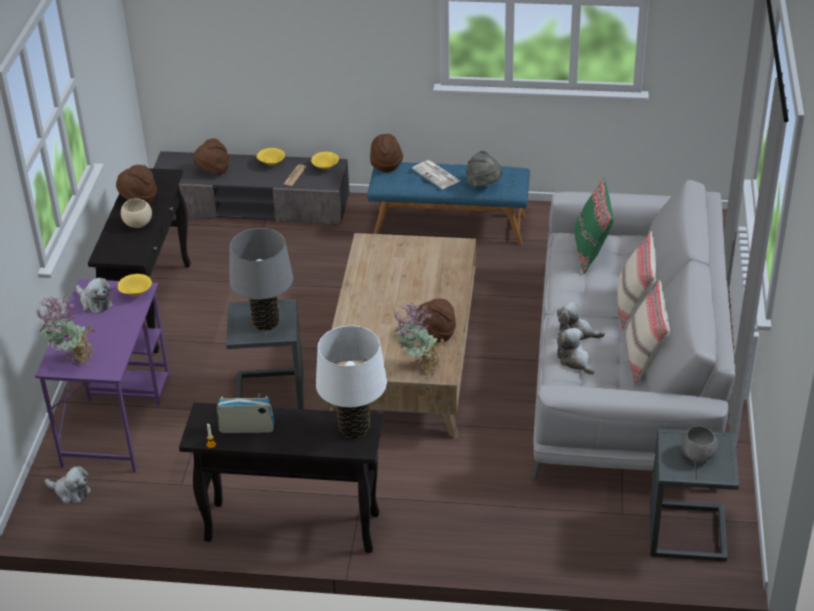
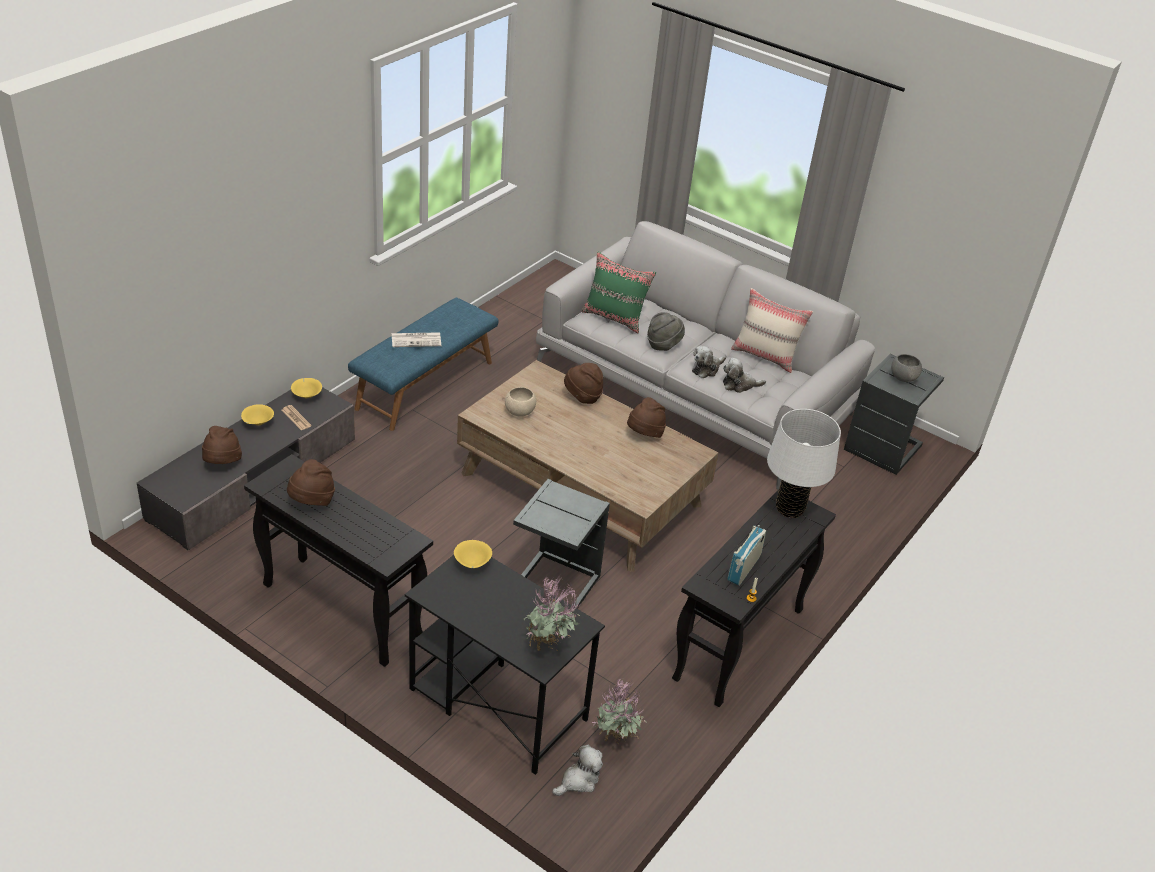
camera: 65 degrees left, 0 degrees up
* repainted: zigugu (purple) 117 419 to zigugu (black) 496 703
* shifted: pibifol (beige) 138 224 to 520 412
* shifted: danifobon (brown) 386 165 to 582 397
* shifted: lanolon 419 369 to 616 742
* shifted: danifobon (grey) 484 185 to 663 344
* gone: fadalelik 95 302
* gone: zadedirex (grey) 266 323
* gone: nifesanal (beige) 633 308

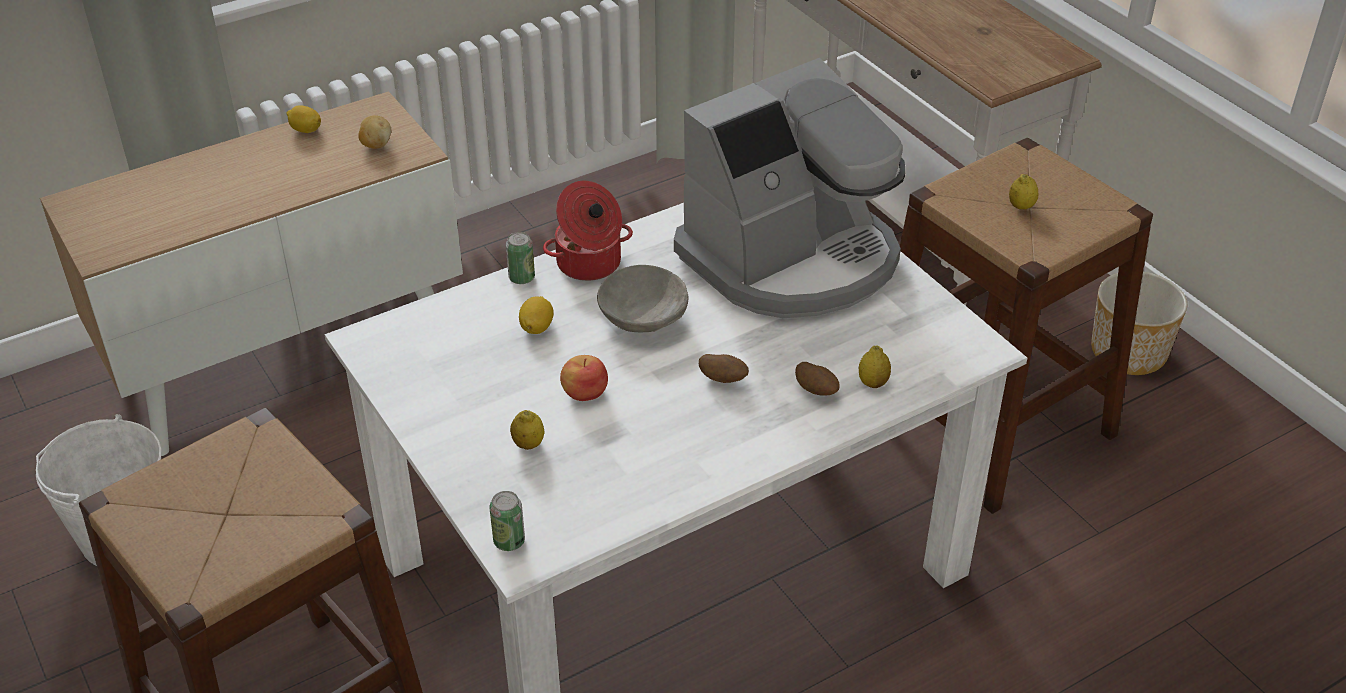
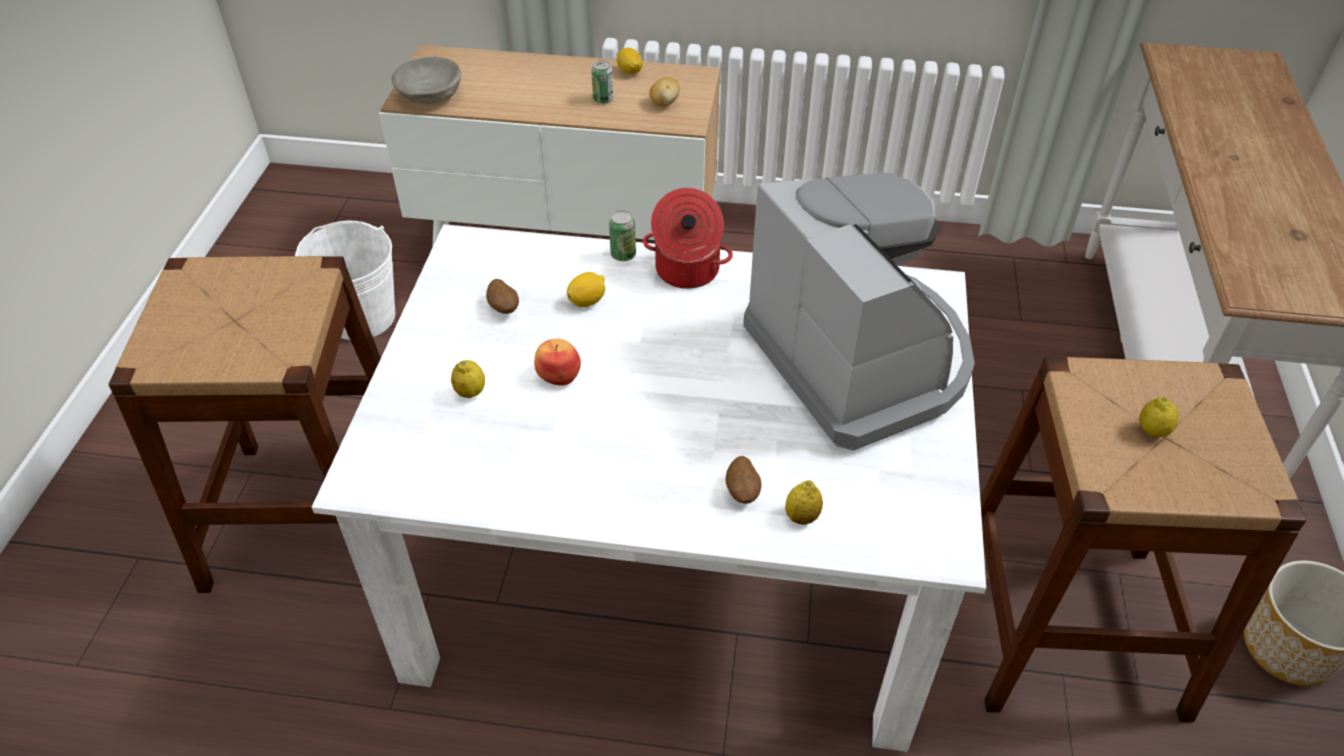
camera: 40 degrees right, 5 degrees up
* shifted: pibifol (grey) 643 319 to 431 96
* shifted: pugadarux 723 380 to 504 308
* shifted: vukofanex 509 541 to 603 99
* rotated: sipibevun 792 259 = 860 359 120 degrees counterclockwise

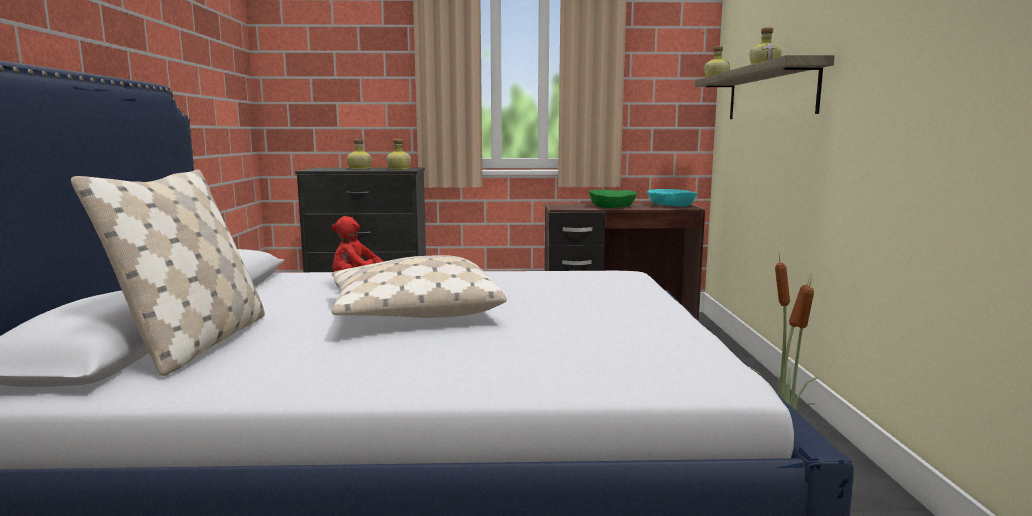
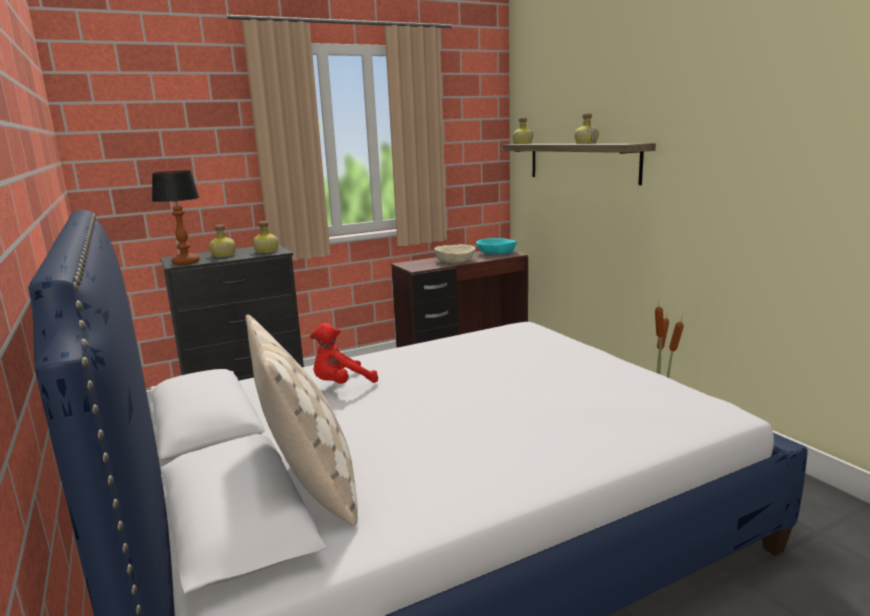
camera: 25 degrees left, 5 degrees up
* new: zadedirex 186 262
* repainted: pibifol (green) 612 206 to pibifol (beige) 455 261
* gone: nifesanal (beige) 412 311

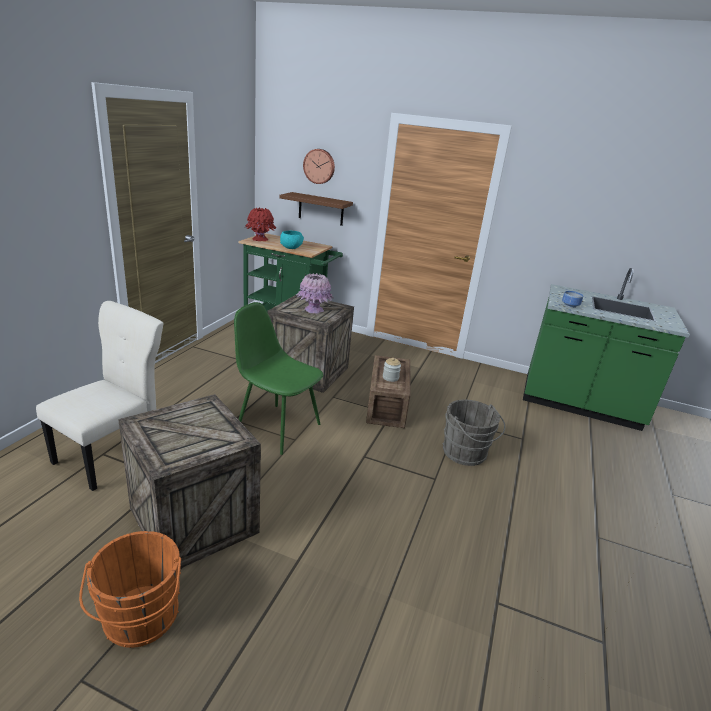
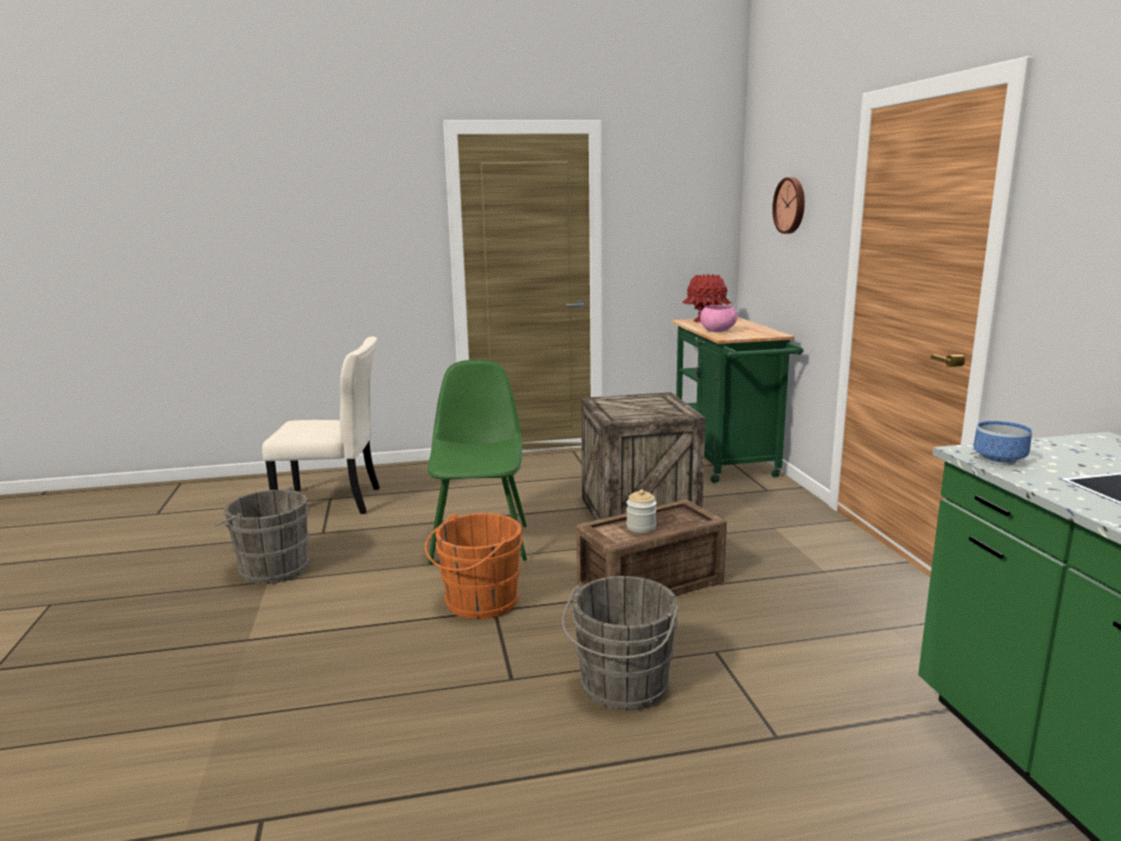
camera: 60 degrees right, 10 degrees down
* swapped: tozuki 196 520 to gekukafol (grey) 271 568
* shifted: gekukafol (orange) 140 620 to 478 603
* repainted: pibifol (turquoise) 291 248 to pibifol (pink) 718 331
* gone: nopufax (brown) 321 209
* gone: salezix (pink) 314 310

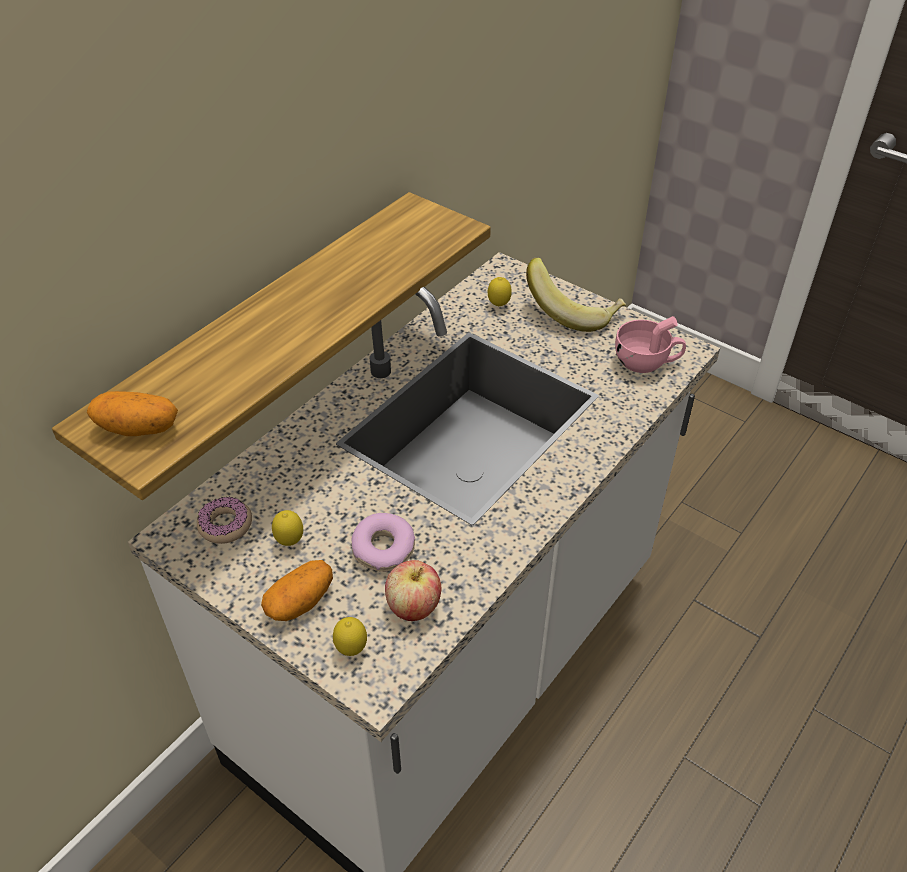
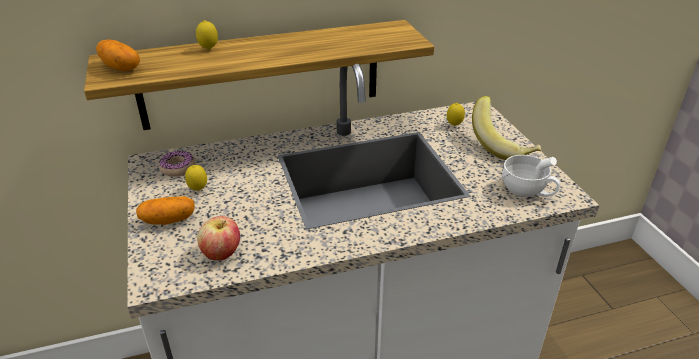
camera: 35 degrees right, 10 degrees down
* shifted: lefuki 351 650 to 209 49
* repainted: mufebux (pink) 646 363 to mufebux (white) 527 191
* gone: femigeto 383 549

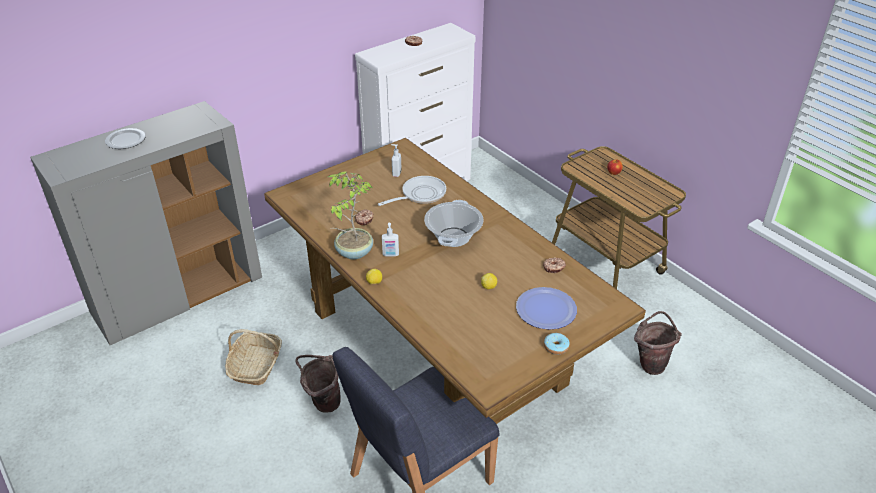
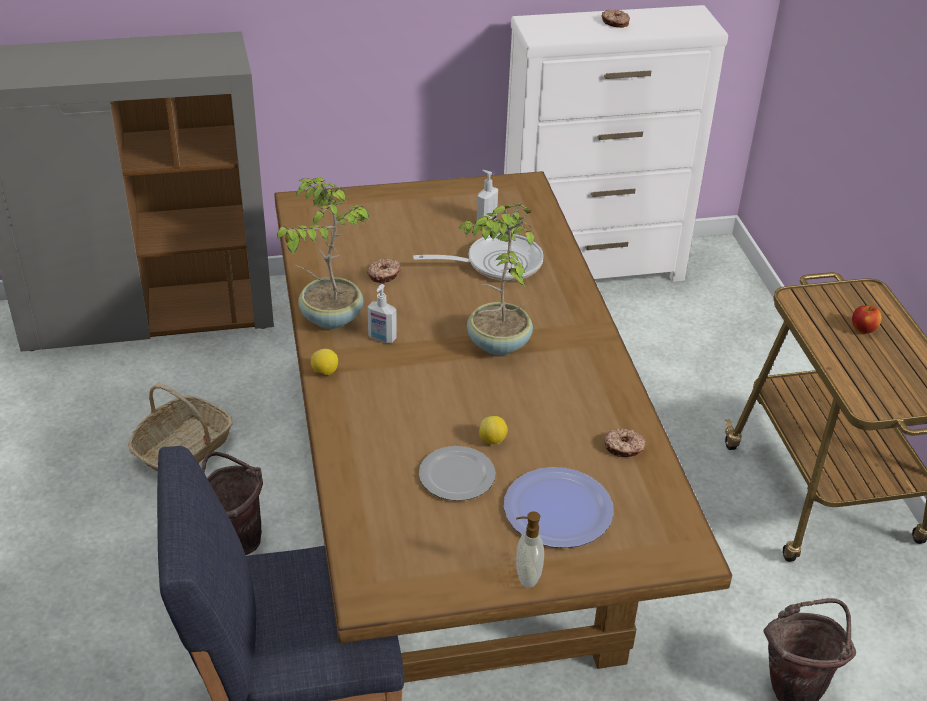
camera: 25 degrees right, 0 degrees up
* shifted: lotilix 126 140 to 458 476
* swapped: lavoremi 453 237 to lanolon 497 344
* swapped: femigeto 556 347 to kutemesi 526 576

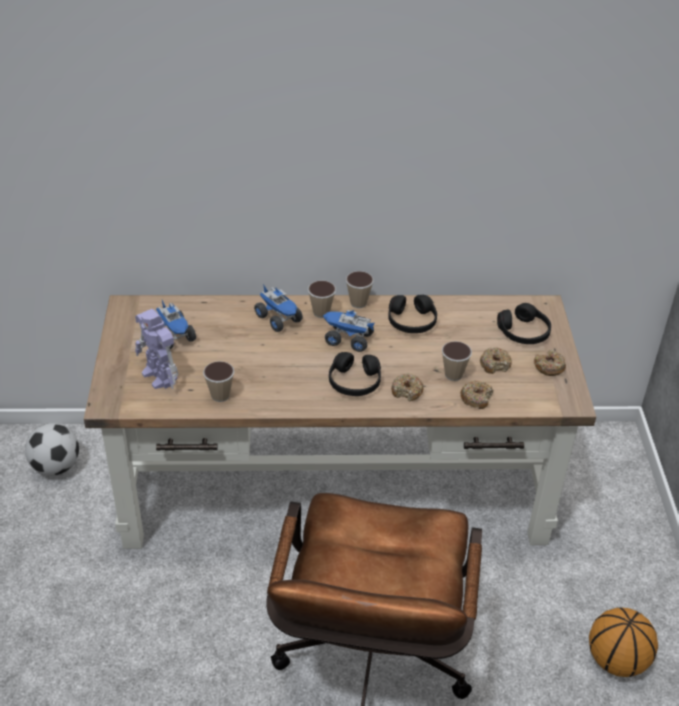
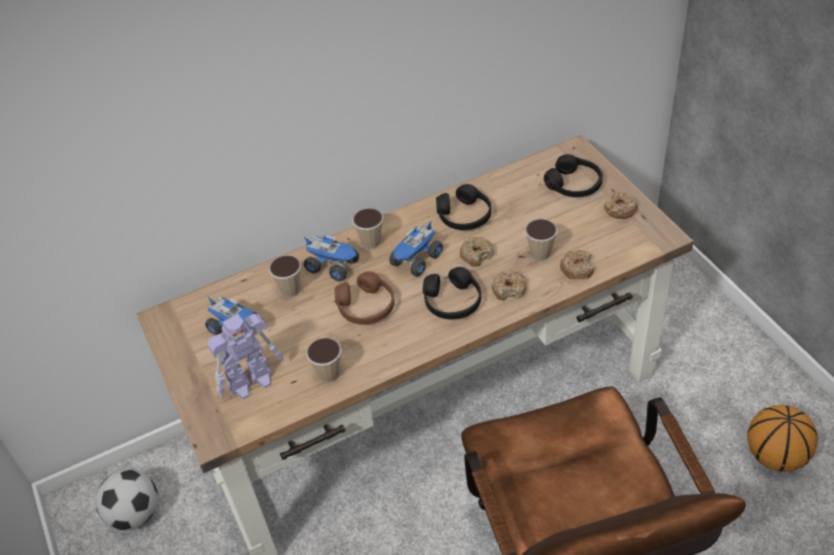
camera: 20 degrees left, 5 degrees up
* rotated: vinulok 160 377 = 252 381 60 degrees counterclockwise
* shifted: mufebux 358 303 to 290 290
* new: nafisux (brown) 366 306
* rotated: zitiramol 348 340 = 416 260 45 degrees counterclockwise
* shifted: femigeto 495 364 to 476 255

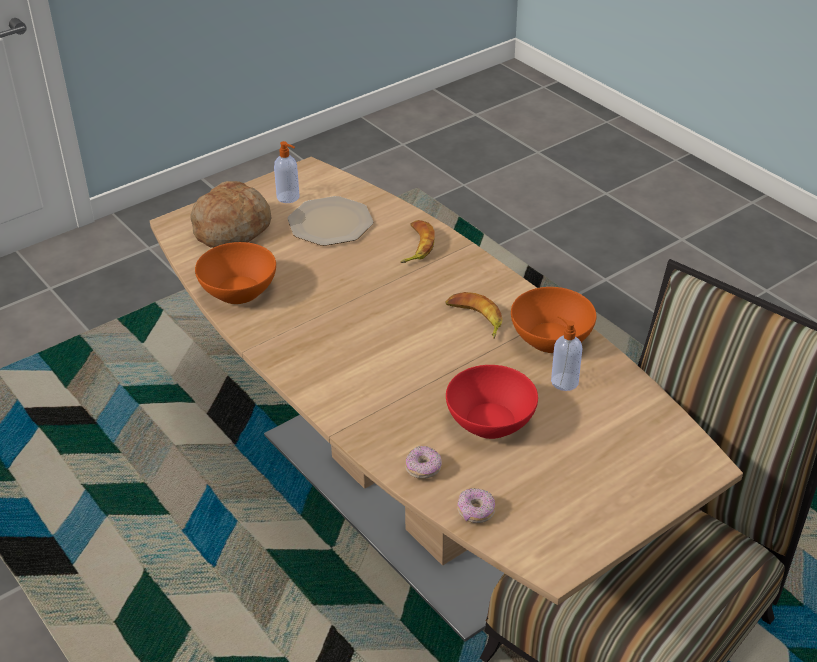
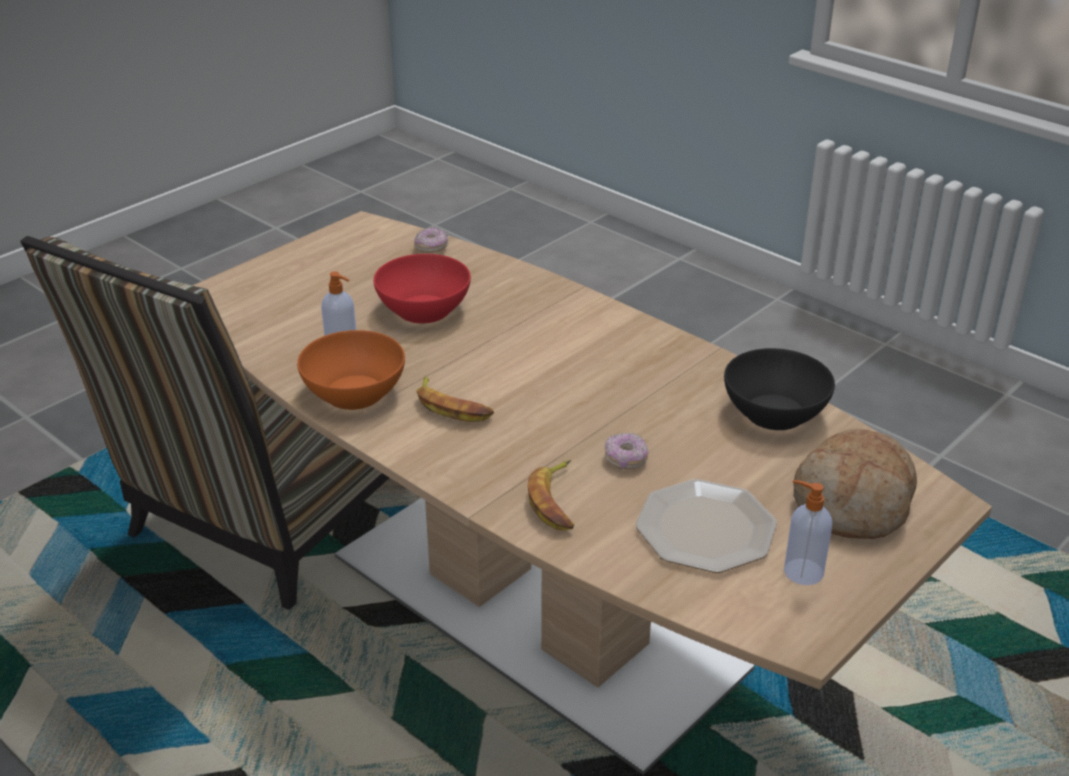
camera: 170 degrees right, 5 degrees down
* shifted: femigeto 423 469 to 626 459
* repainted: pibifol (orange) 239 290 to pibifol (black) 774 413

